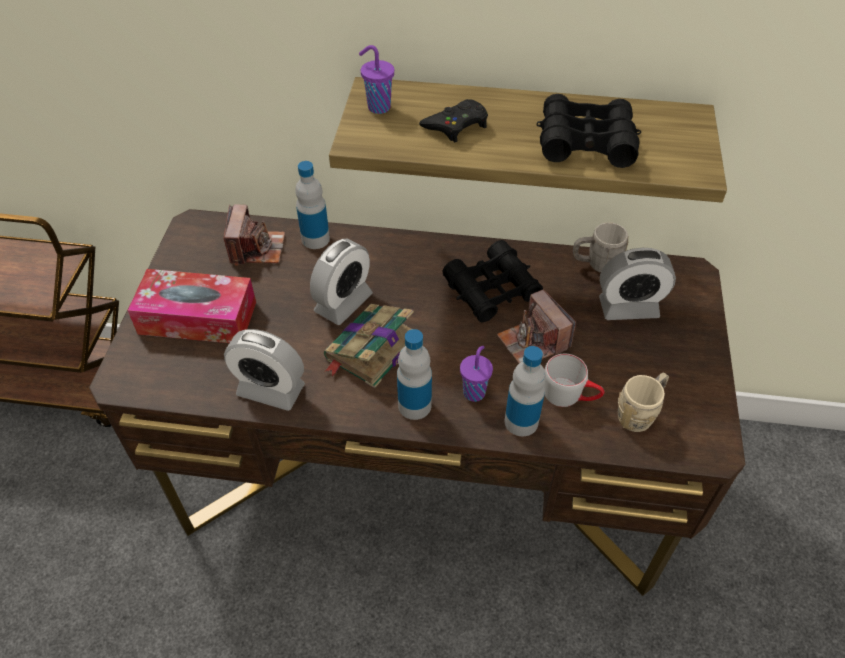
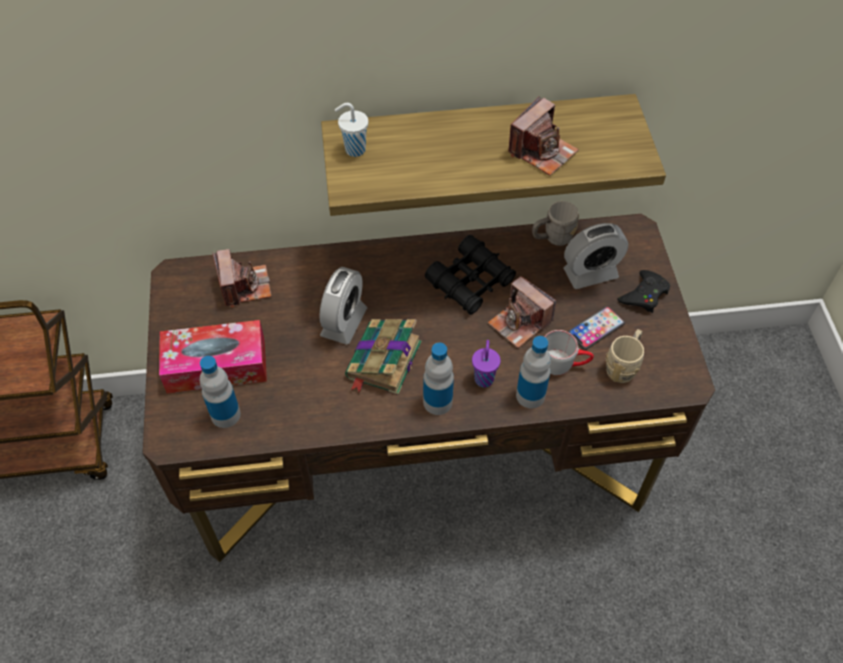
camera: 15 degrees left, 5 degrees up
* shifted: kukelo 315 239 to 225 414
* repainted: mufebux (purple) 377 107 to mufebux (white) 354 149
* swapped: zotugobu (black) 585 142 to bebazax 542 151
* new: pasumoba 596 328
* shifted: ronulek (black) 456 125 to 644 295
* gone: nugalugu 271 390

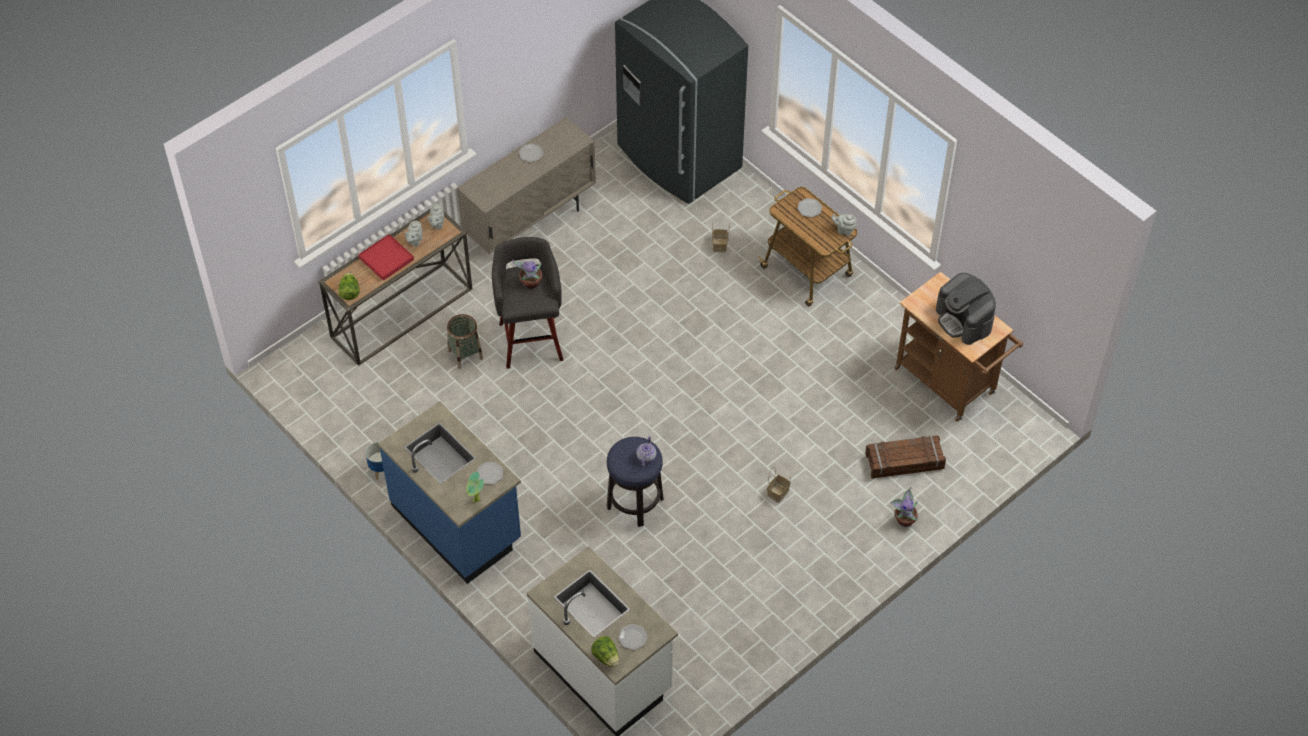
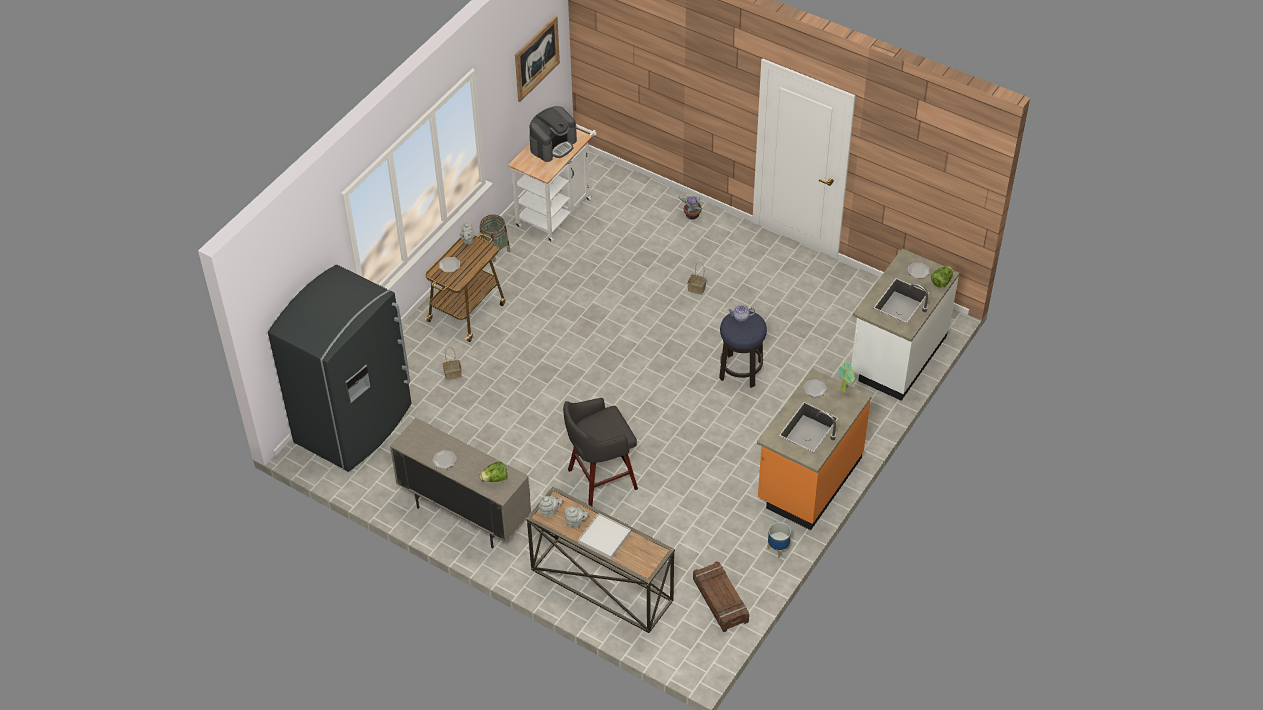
camera: 105 degrees left, 5 degrees down
* shifted: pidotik 465 354 to 495 251
* shifted: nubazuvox 349 292 to 495 478
* repainted: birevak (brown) 949 384 to birevak (white) 556 210
* new: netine 536 58
* repainted: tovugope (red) 386 259 to tovugope (white) 604 537
* shifted: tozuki 904 462 to 721 600
* repainted: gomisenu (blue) 457 523 to gomisenu (orange) 808 480
* gone: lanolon 530 283

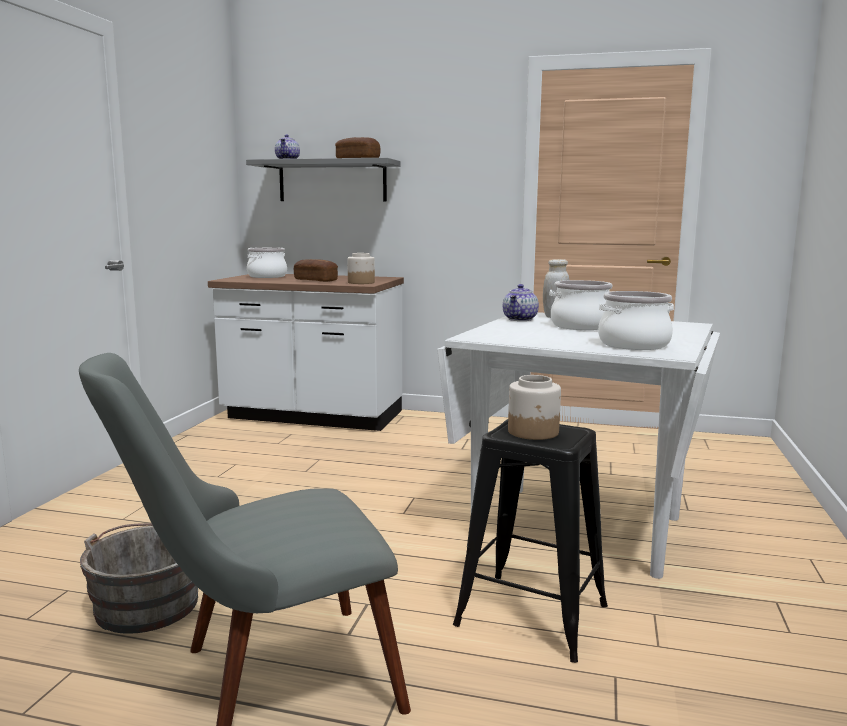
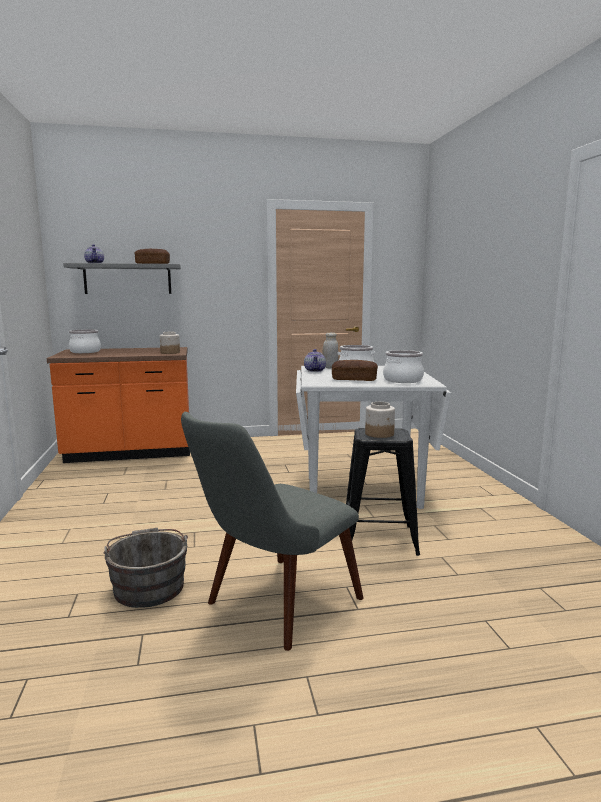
camera: 25 degrees left, 0 degrees up
* repainted: gomisenu (white) 313 416 to gomisenu (orange) 130 453
* shifted: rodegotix 315 280 to 354 379

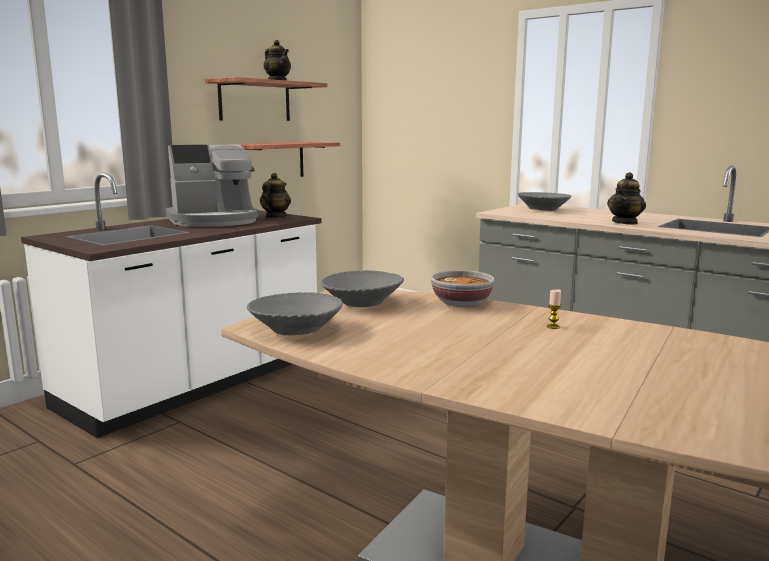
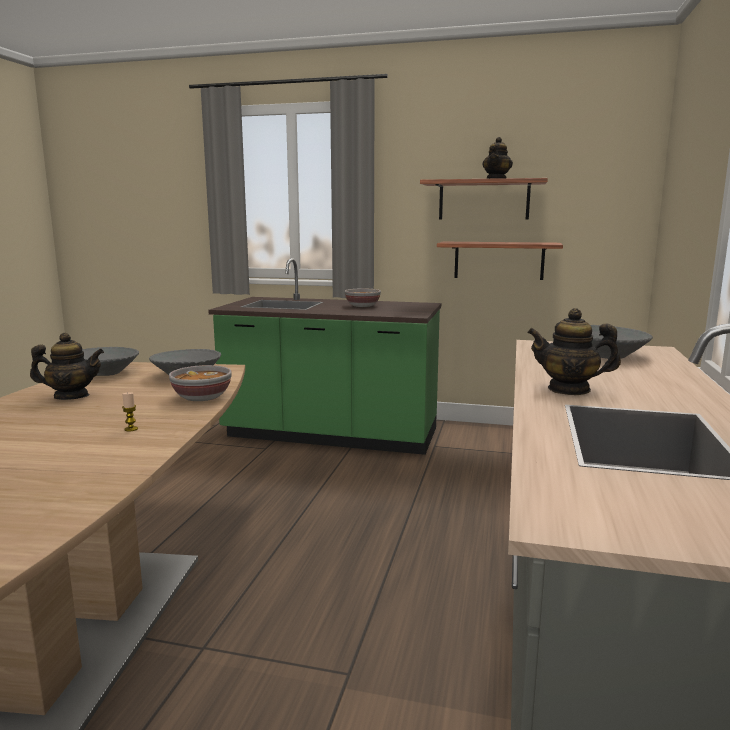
camera: 65 degrees right, 0 degrees up
* shifted: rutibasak 275 217 to 71 396
* repainted: gomisenu (white) 196 383 to gomisenu (green) 331 435
* swapped: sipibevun 214 221 to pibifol 363 306

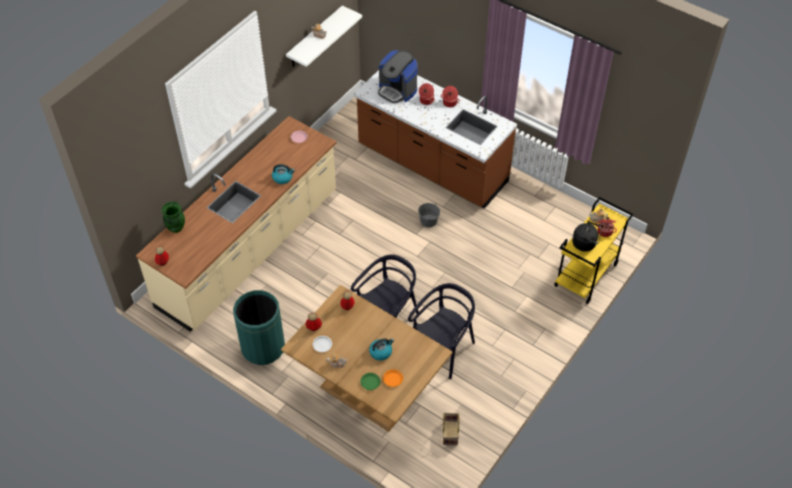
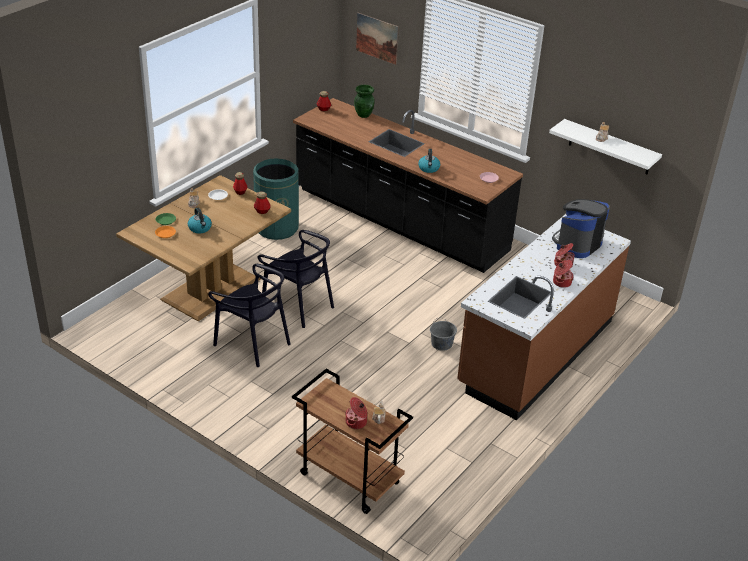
camera: 90 degrees right, 15 degrees down
* repainted: birevak (yellow) 586 276 to birevak (brown) 348 478
* repainted: gomisenu (beige) 250 249 to gomisenu (black) 399 221
* new: netine 377 38
* gone: pidotik 449 432
* gone: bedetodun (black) 585 244

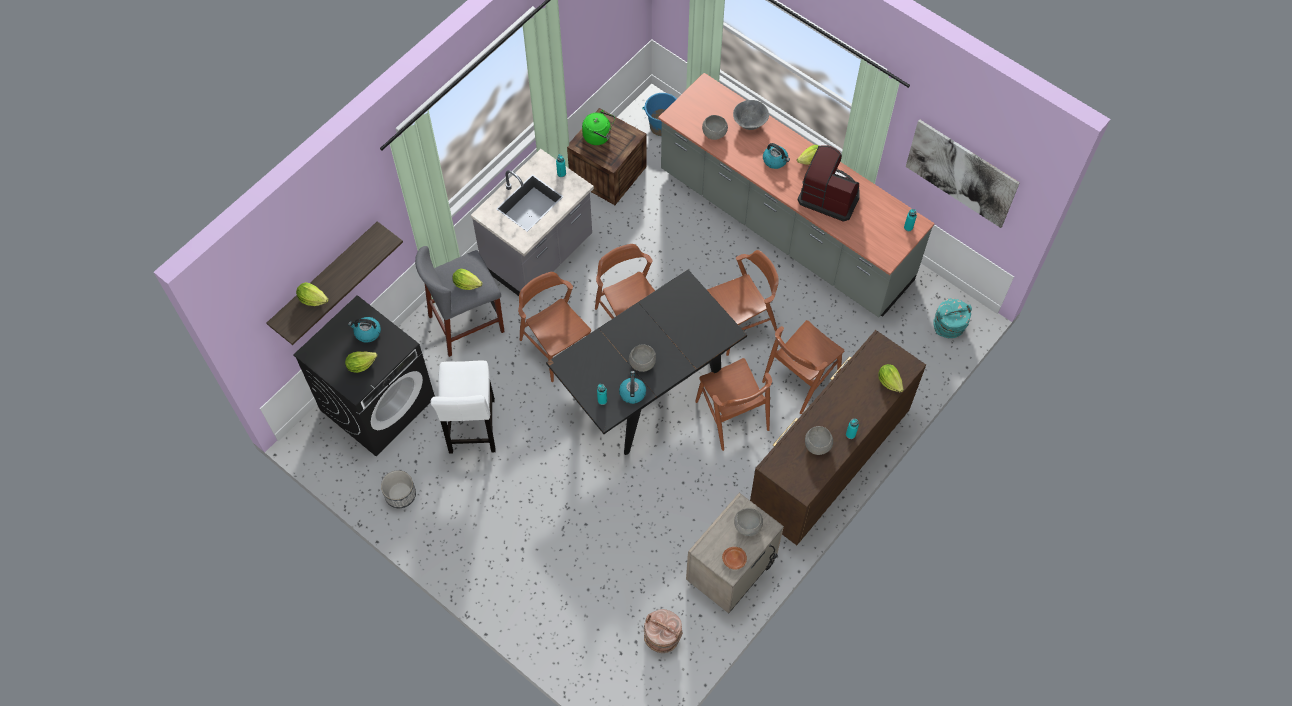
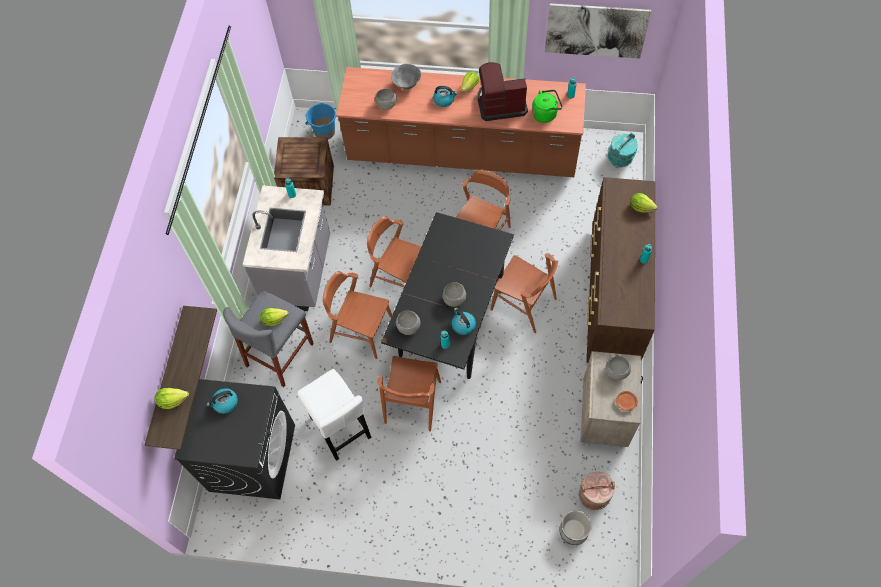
camera: 30 degrees left, 0 degrees up
* repainted: gomisenu (grey) 784 227 to gomisenu (brown) 462 154
* shifted: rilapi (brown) 800 378 to 412 402
* shifted: pibifol (grey) 817 445 to 408 327
* shifted: bedetodun (green) 599 136 to 545 114
* shifted: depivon 401 495 to 574 530
* gone: nubazuvox 361 365

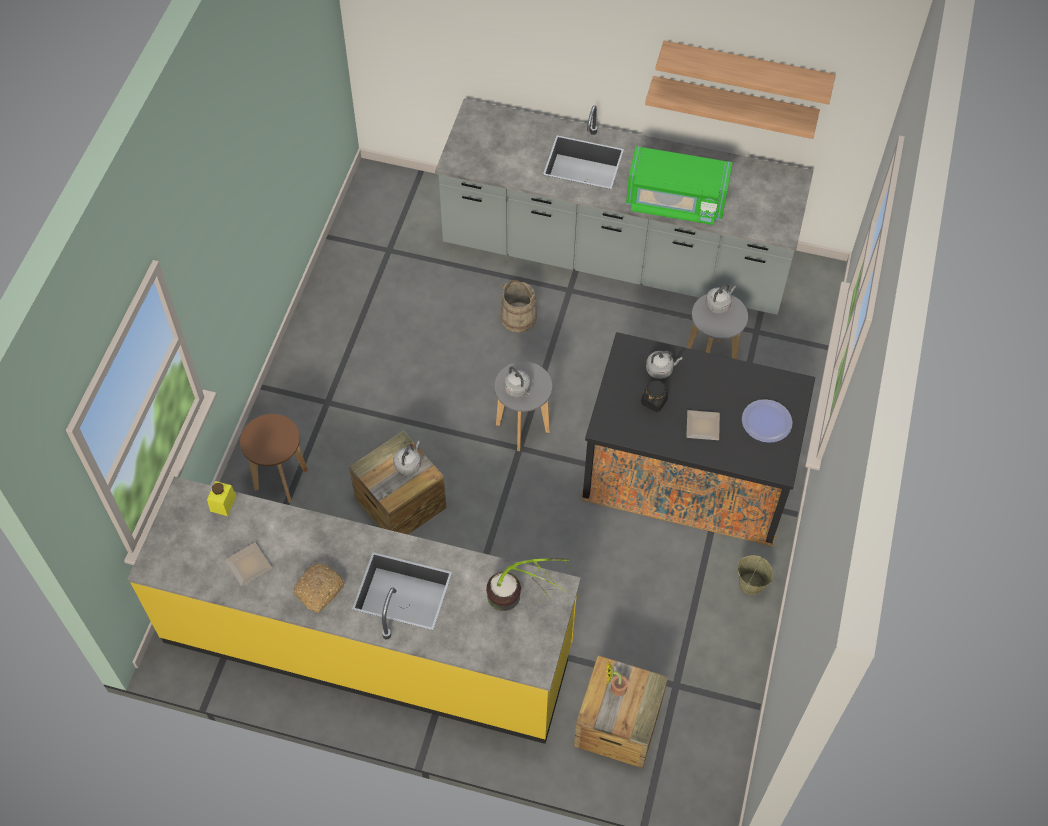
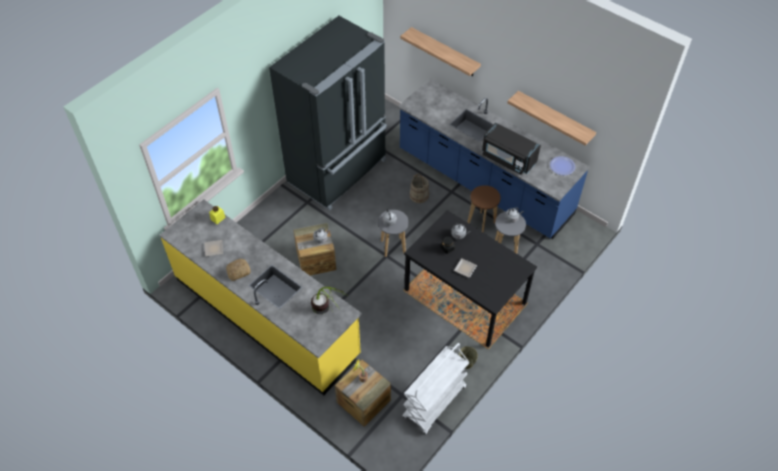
camera: 25 degrees right, 5 degrees down
* new: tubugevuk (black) 339 171
* repainted: gomisenu (grey) 616 255 to gomisenu (blue) 484 183
* shifted: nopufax 746 71 to 444 52
* new: birevak (white) 435 403
* shifted: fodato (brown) 281 480 to 481 223
* repainted: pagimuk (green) 675 202 to pagimuk (black) 508 158
* shifted: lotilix 766 422 to 562 166

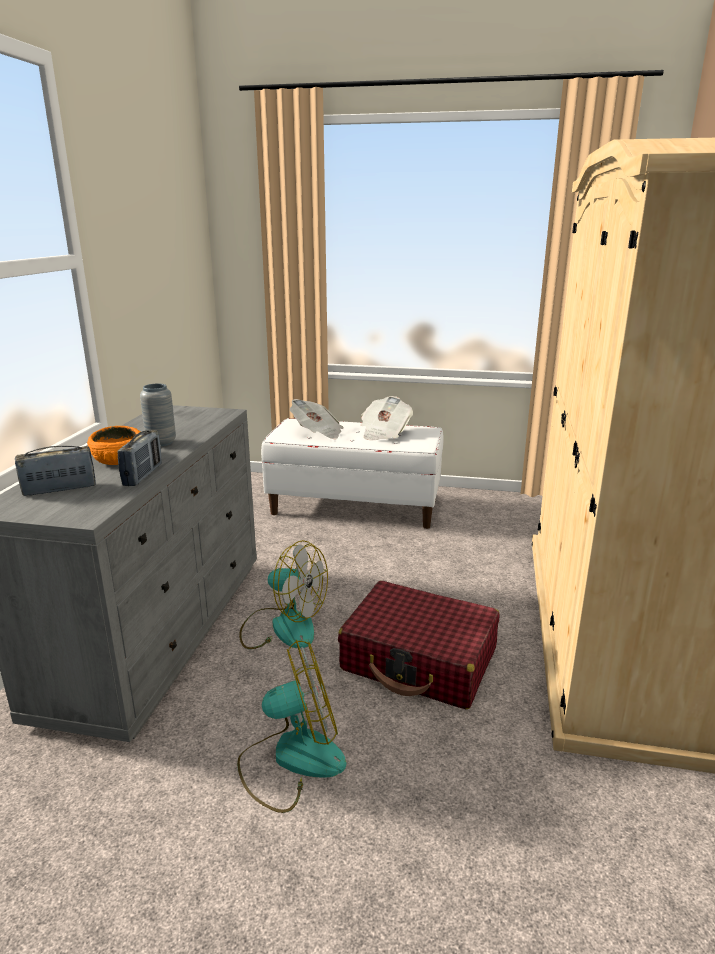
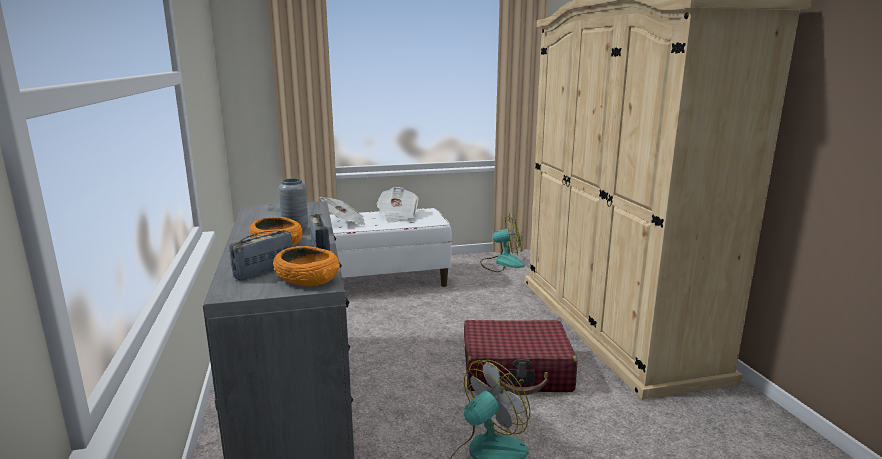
camera: 25 degrees left, 5 degrees down
* new: pibifol (orange) 308 279
* shifted: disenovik 282 627 to 502 263

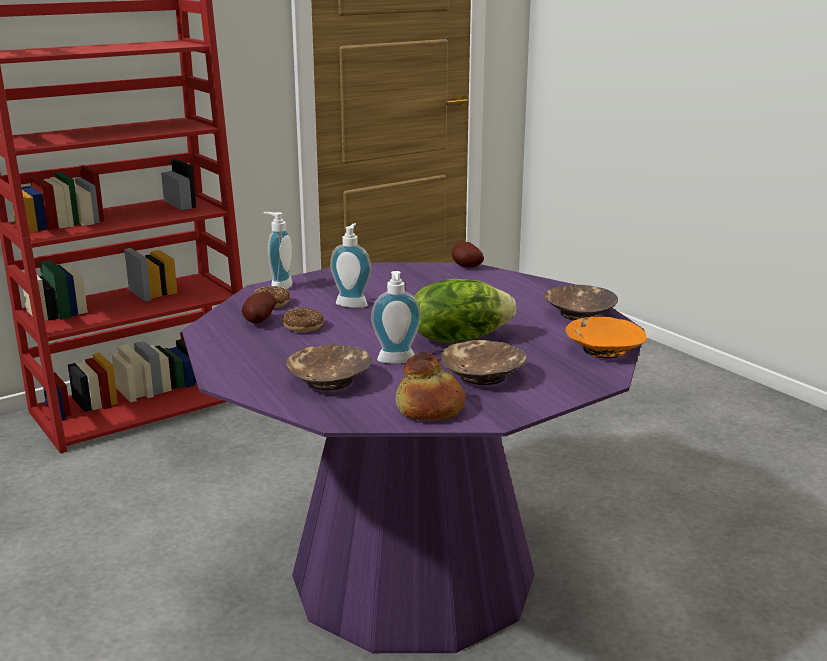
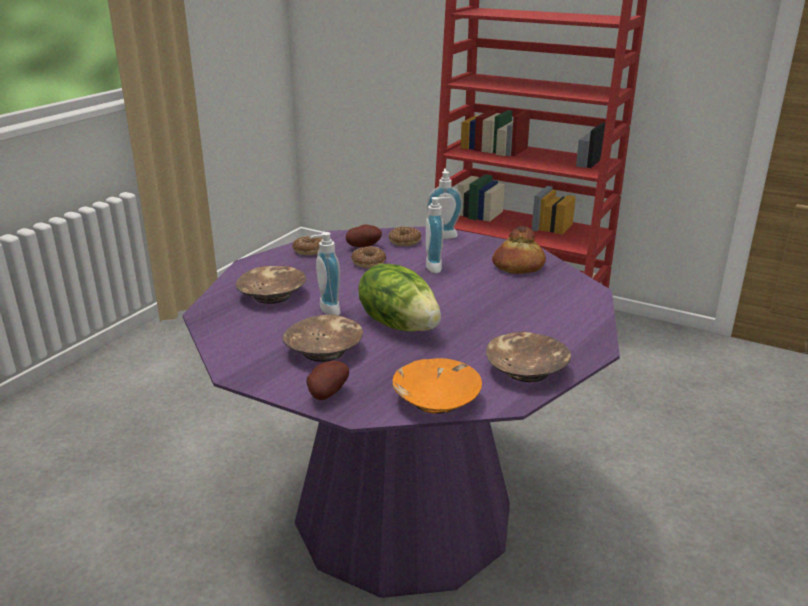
camera: 65 degrees right, 5 degrees up
* new: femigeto 309 250
* shifted: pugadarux 465 267 to 326 394
* shifted: rodegotix 431 408 to 518 266

